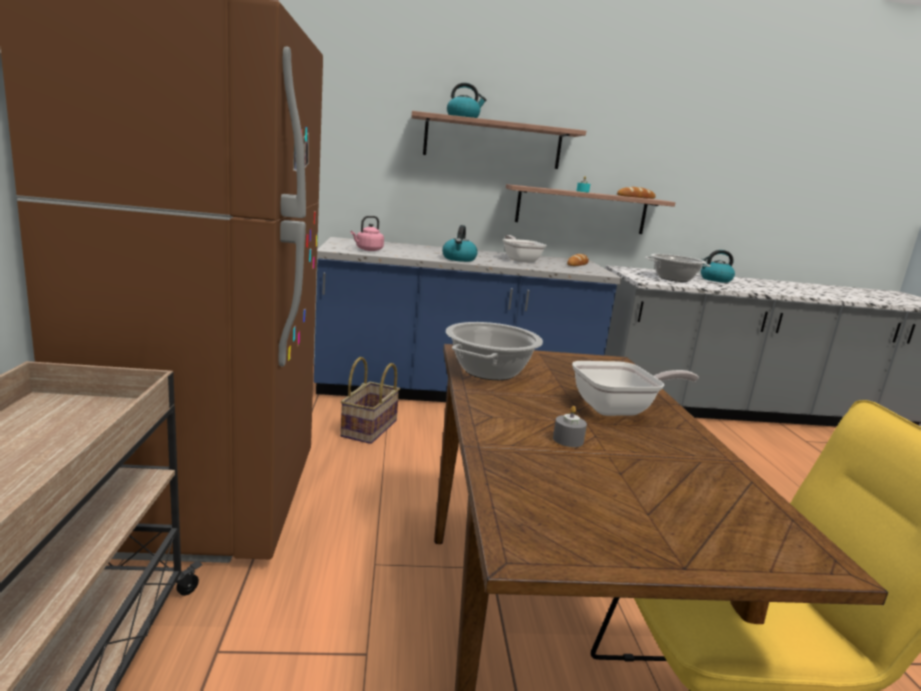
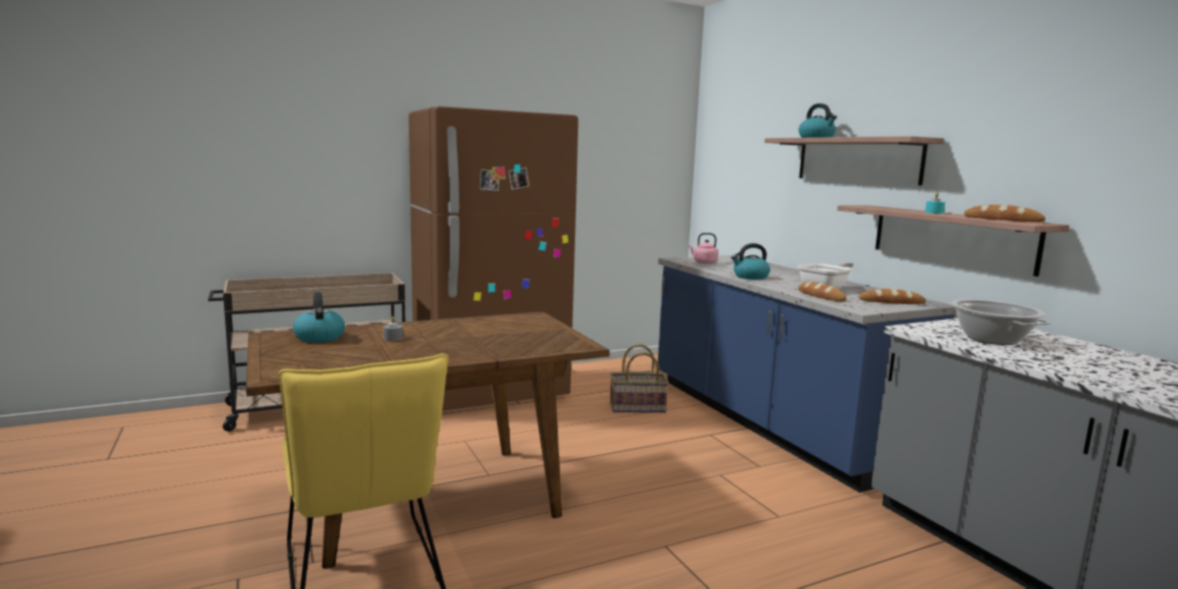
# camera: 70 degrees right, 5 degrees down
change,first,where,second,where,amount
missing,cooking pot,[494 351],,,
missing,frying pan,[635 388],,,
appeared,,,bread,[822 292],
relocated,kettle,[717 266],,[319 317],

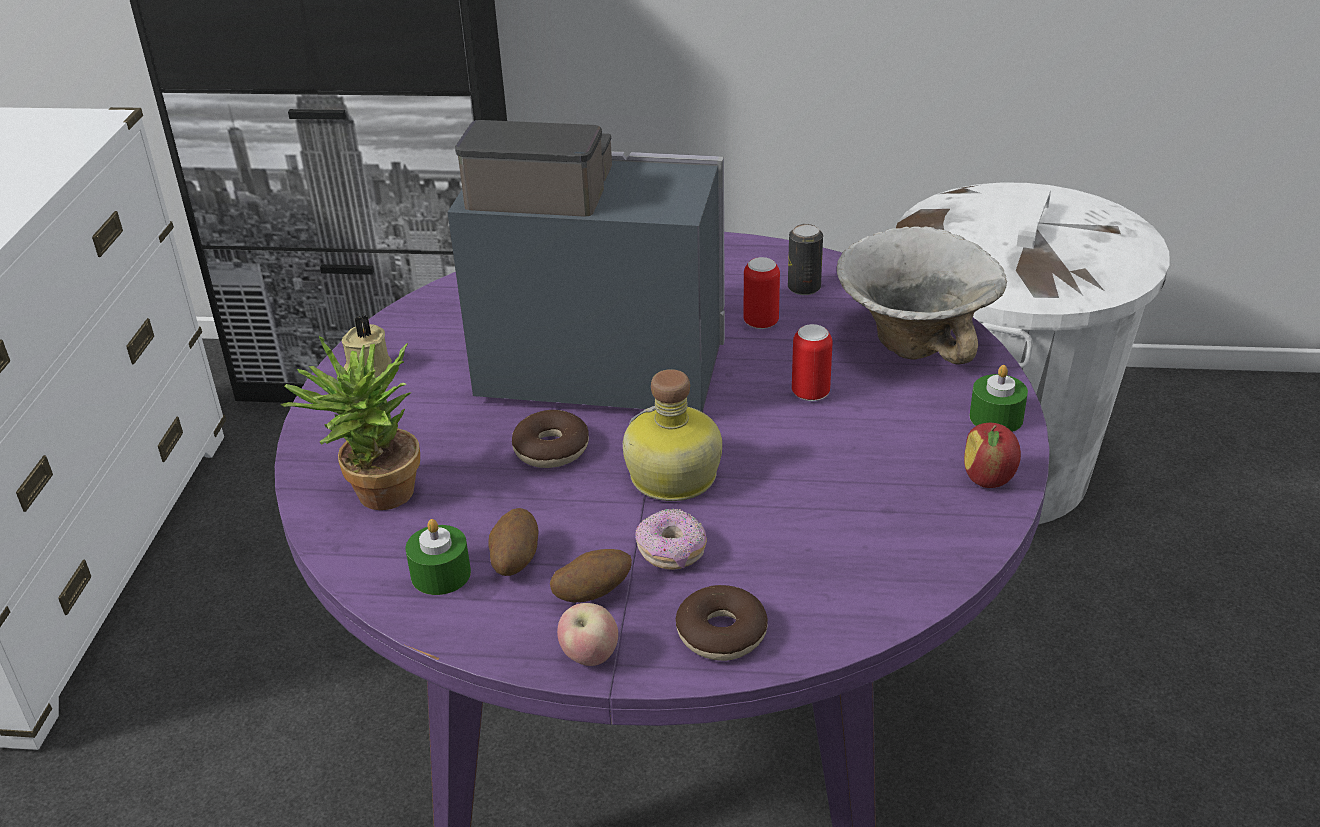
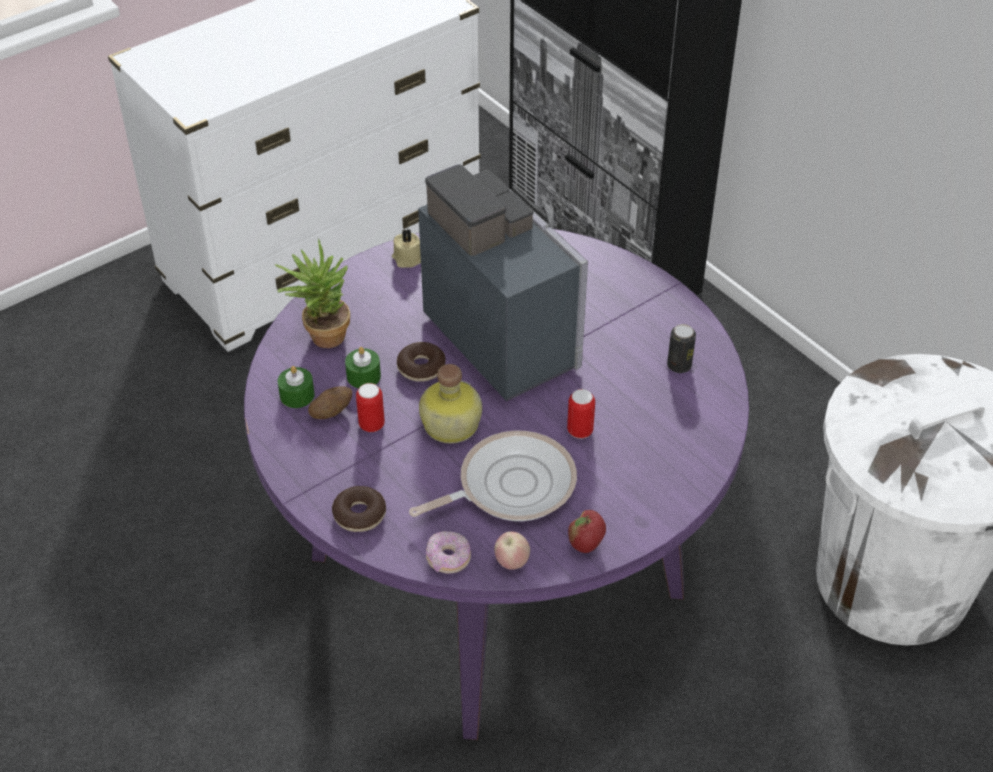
# camera: 45 degrees right, 10 degrees up
change,first,where,second,where,amount
missing,potato,[591 575],,,
missing,bowl,[922 295],,,
appeared,,,frying pan,[493 476],
relocated,apple,[587 634],,[512 551],
relocated,donut,[671 539],,[448 552],
relocated,can,[762 293],,[370 407],
relocated,green candle,[999 398],,[363 367],

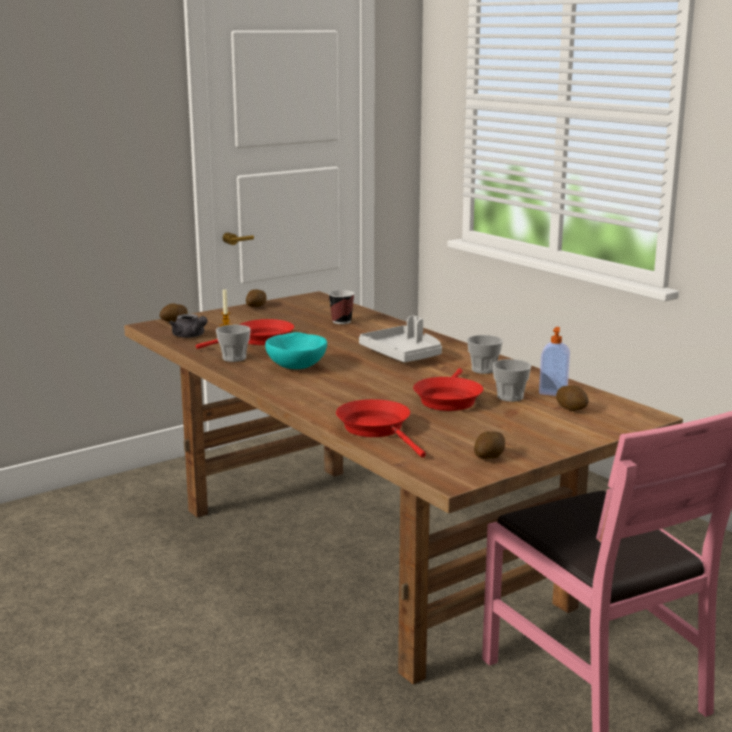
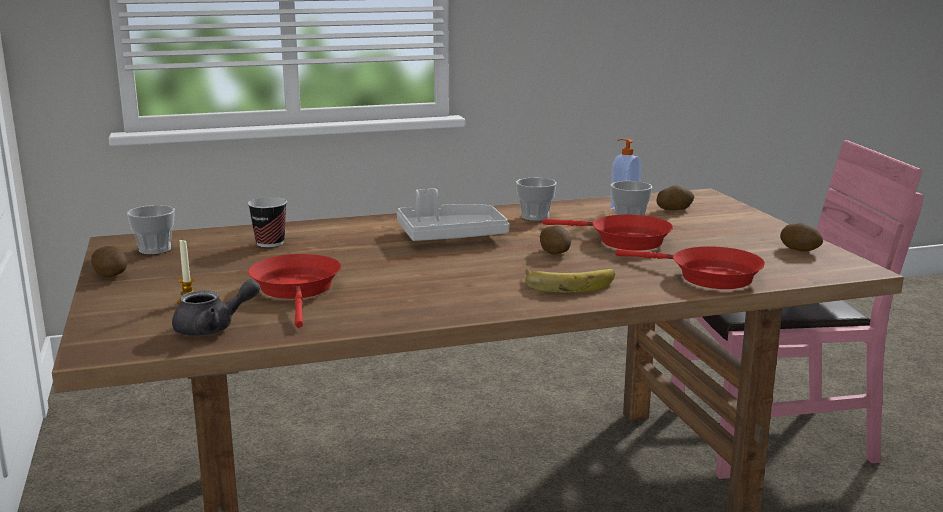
# camera: 70 degrees left, 0 degrees up
change,first,where,second,where,amount
missing,turquoise bowl,[296 350],,,
appeared,,,banana,[570 280],
relocated,potato,[173 312],,[555 239],
relocated,cup,[233 343],,[151 229],
spun,red frying pan,[381 428],,[690 267],135 degrees counterclockwise

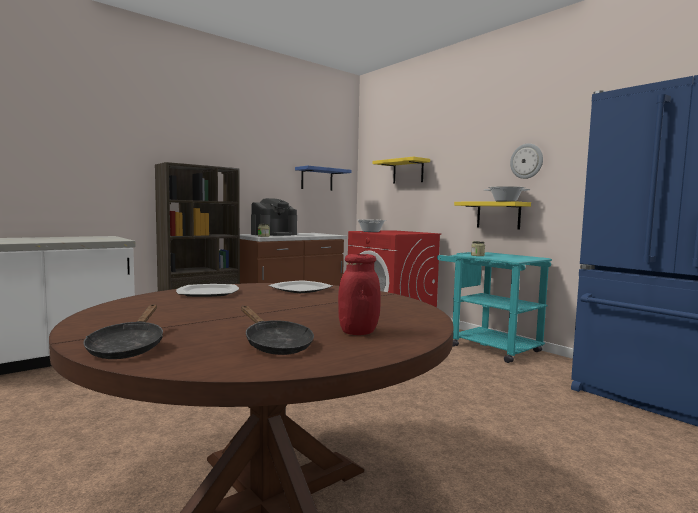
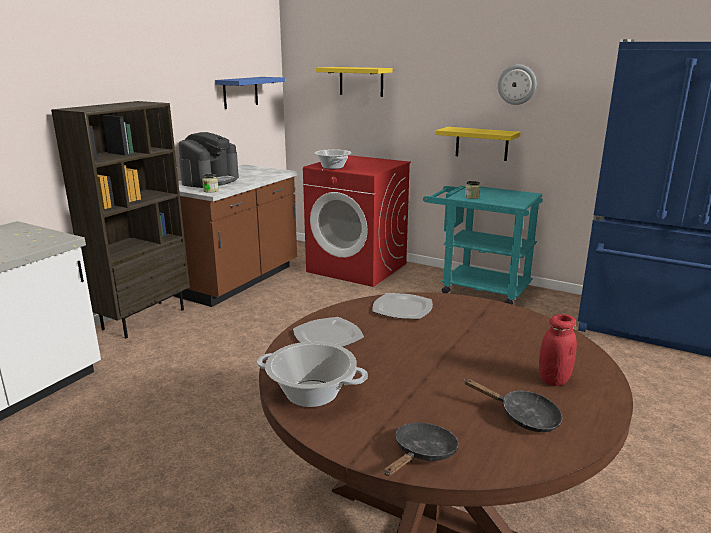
# camera: 20 degrees left, 15 degrees up
change,first,where,second,where,amount
relocated,cooking pot,[507 194],,[312 374],
spun,black frying pan,[123 331],,[421 449],120 degrees counterclockwise

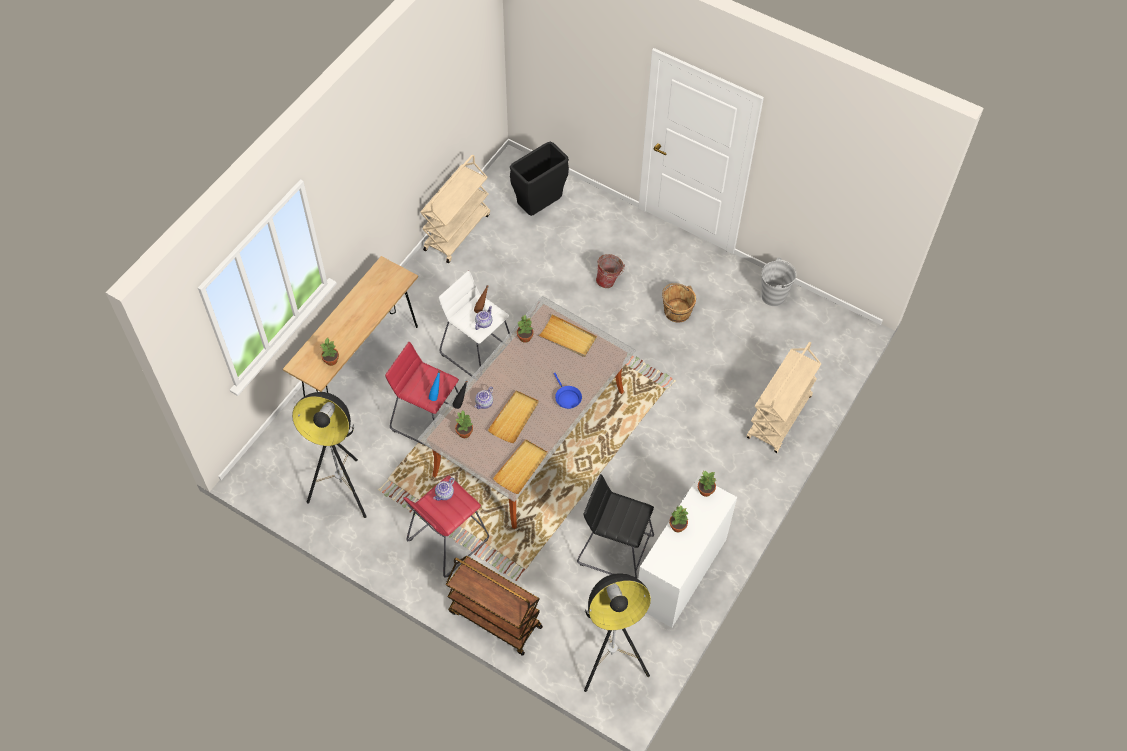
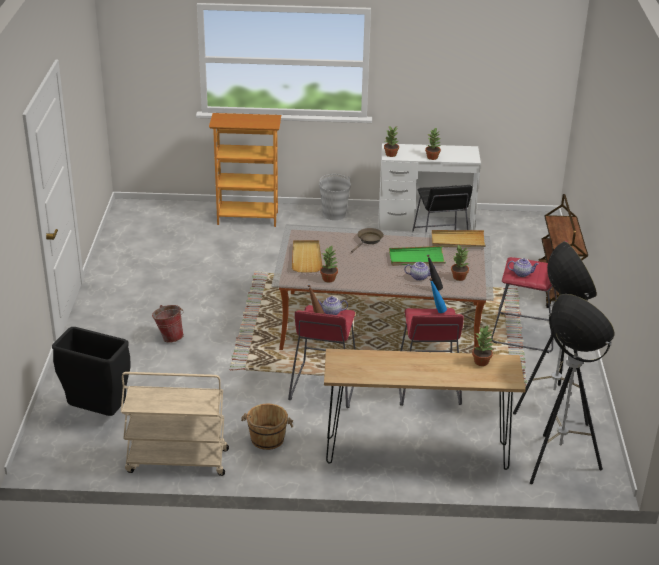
# camera: 120 degrees left, 25 degrees down
change,first,where,second,where,amount
relocated,floor lamp,[617 632],,[572 389],
relocated,brown bucket,[679 303],,[267 427],
relocated,grey bucket,[779 282],,[335 197],
exchanged,beige cart,[784 397],bookcase,[245 170],
colour,white stool,[474 324],red stool,[322 356],
colour,beige tray,[513 416],green tray,[417 256],
colour,blue frying pan,[568 391],brown frying pan,[367 240],

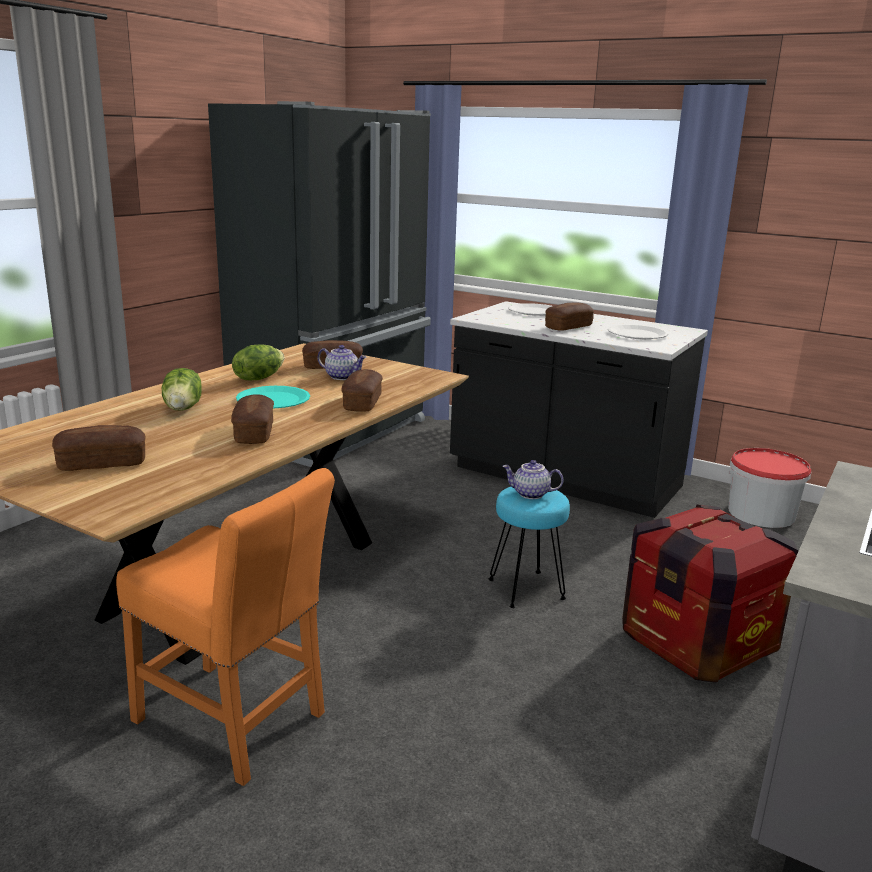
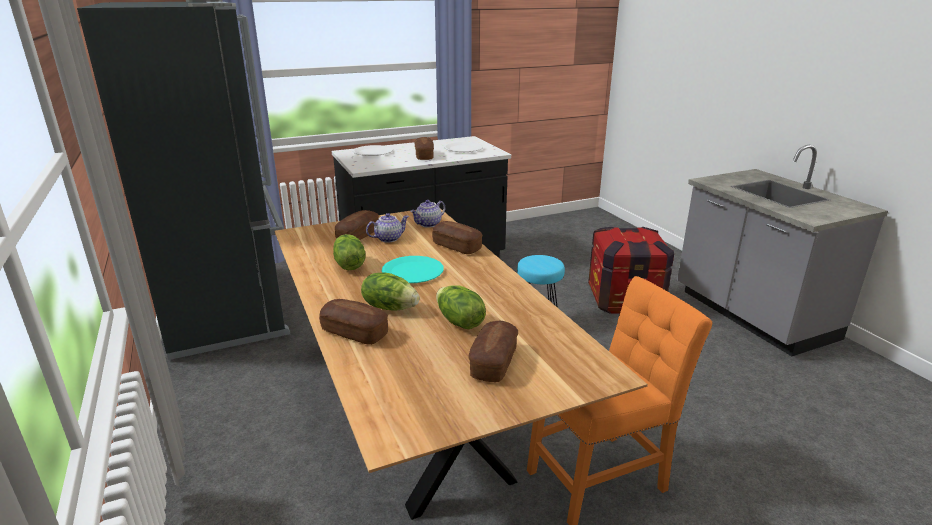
# camera: 55 degrees left, 5 degrees up
change,first,where,second,where,amount
missing,bucket,[769 488],,,
appeared,,,lettuce,[461 307],
relocated,bread,[252 419],,[353 322],
relocated,teapot,[533 479],,[427 214],

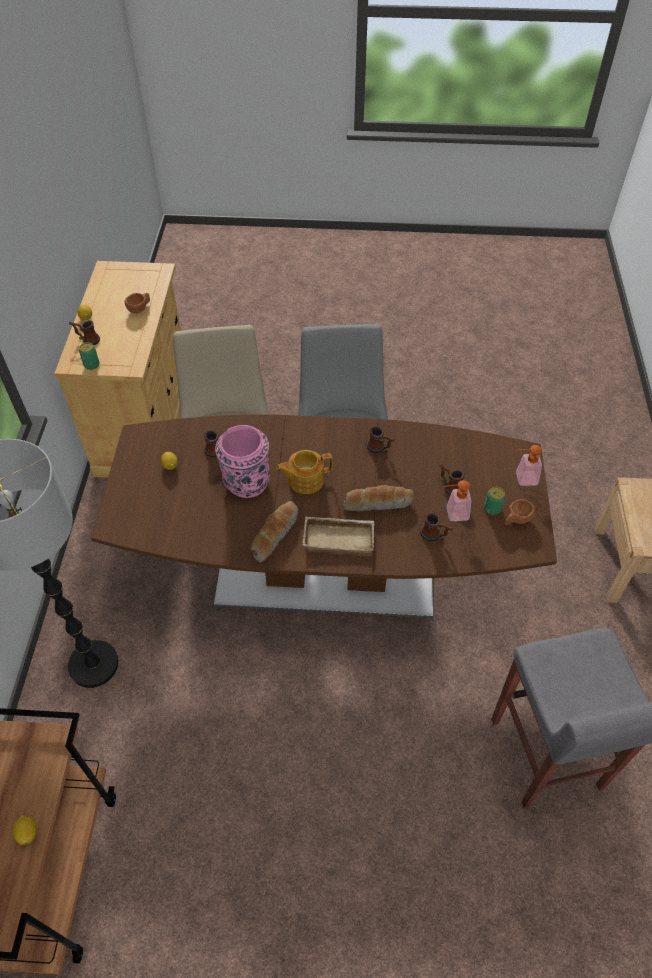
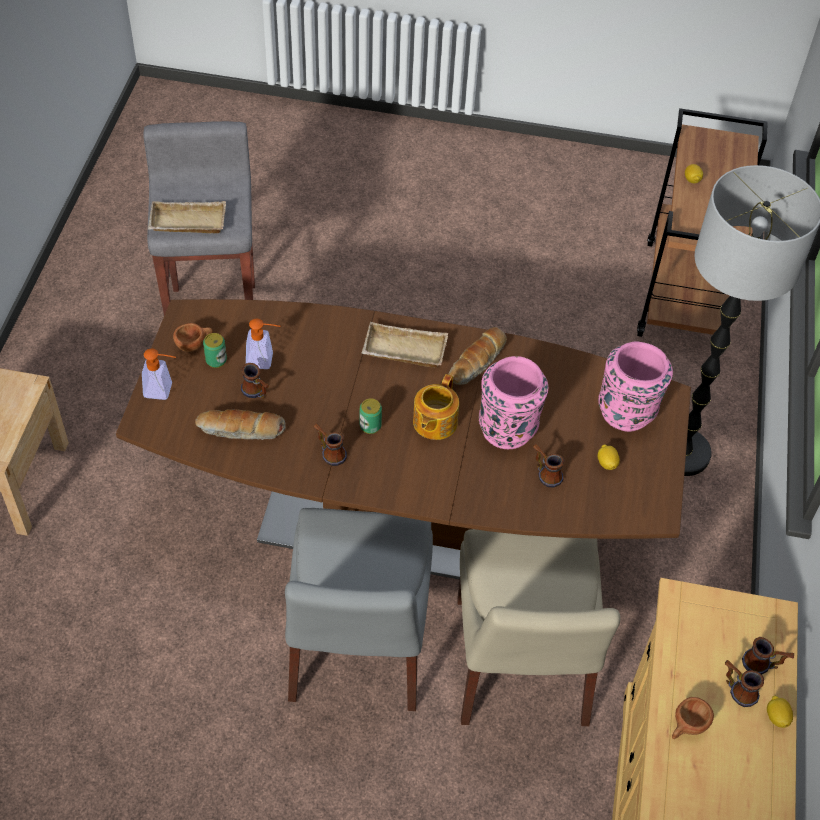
# camera: 175 degrees left, 0 degrees up
change,first,where,second,where,amount
appeared,,,beige tray,[187 217],
appeared,,,pink vase,[635 387],
relocated,can,[89 356],,[371 416],
relocated,bread,[378 498],,[240 424],
relocated,mug,[436 526],,[744 683],
spun,teapot,[304 472],,[436 407],120 degrees clockwise

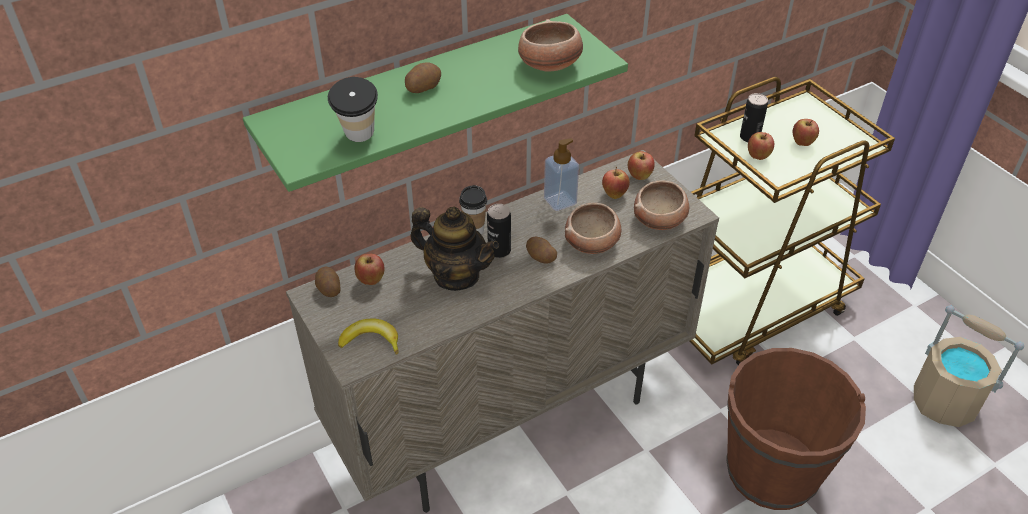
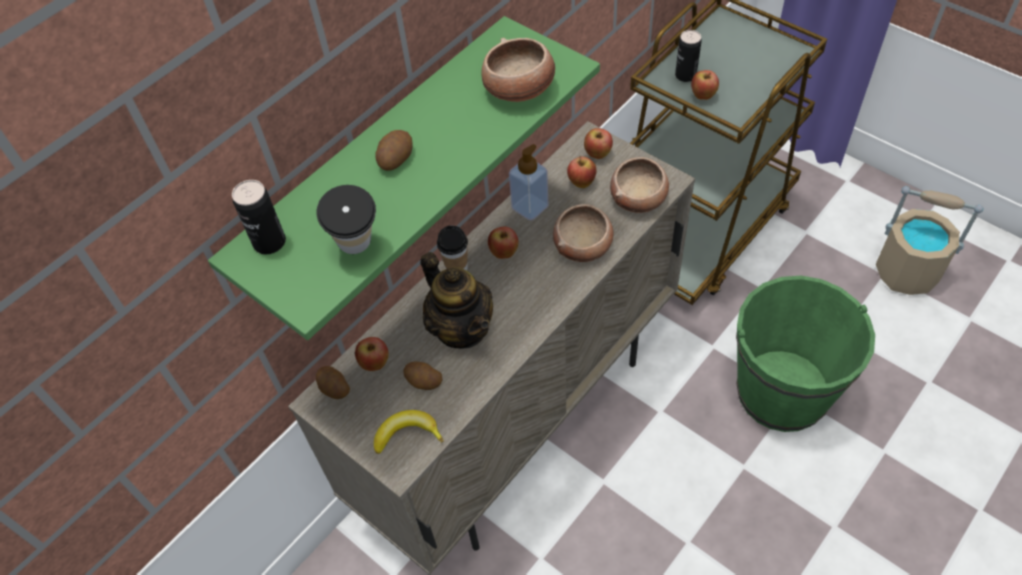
# camera: 15 degrees left, 10 degrees up
change,first,where,second,where,amount
relocated,can,[499 231],,[259 217],
relocated,potato,[541 250],,[423 375],
relocated,apple,[806 132],,[503 243],
colour,brown bucket,[796 429],green bucket,[805 354],
spun,teapot,[454 249],,[456 300],45 degrees clockwise

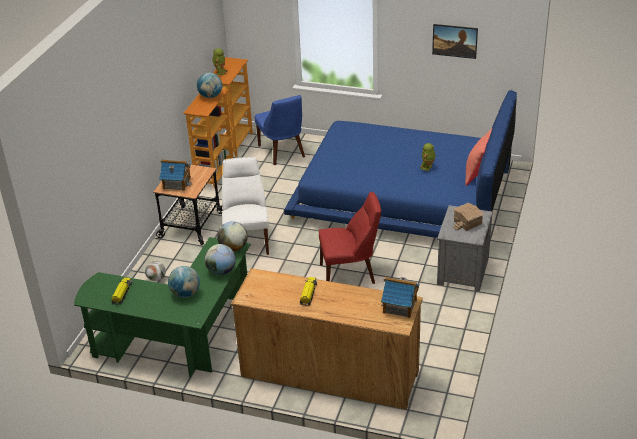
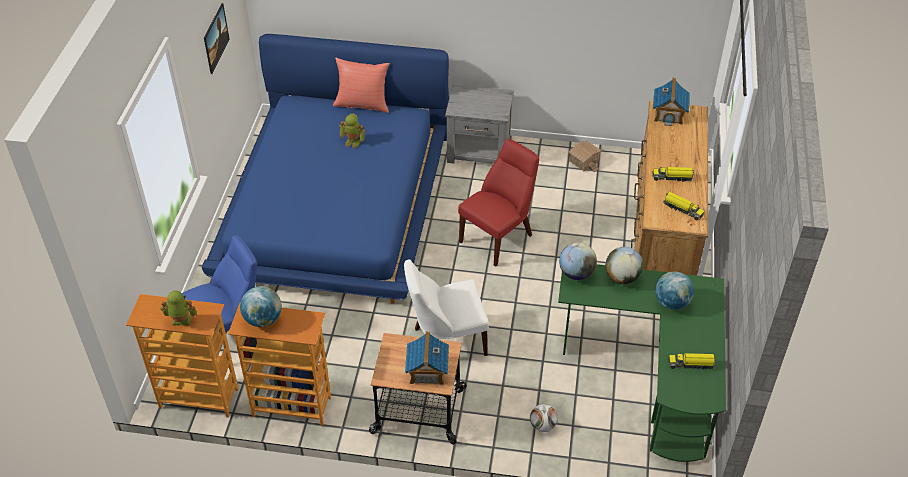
# camera: 100 degrees left, 10 degrees up
change,first,where,second,where,amount
appeared,,,toy truck,[684 206],
relocated,toy house,[468 217],,[585 156],
spun,red chair,[350 238],,[498 203],60 degrees clockwise

